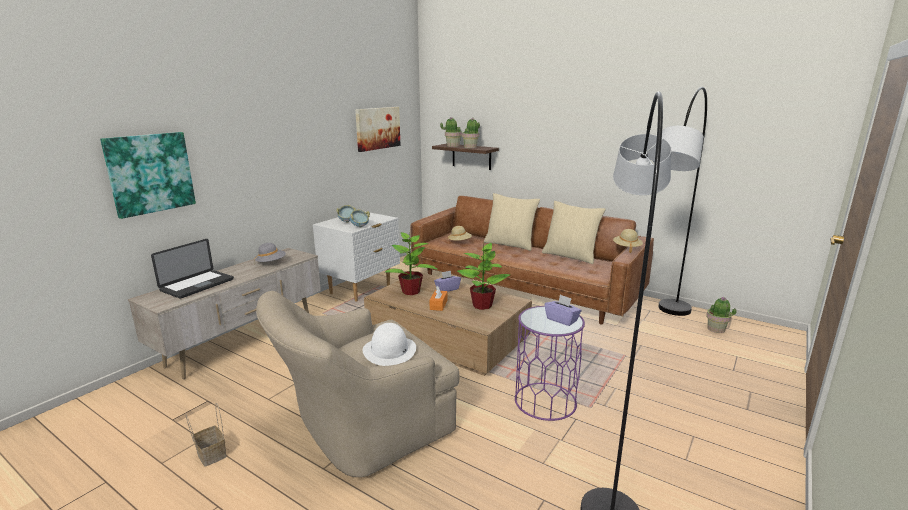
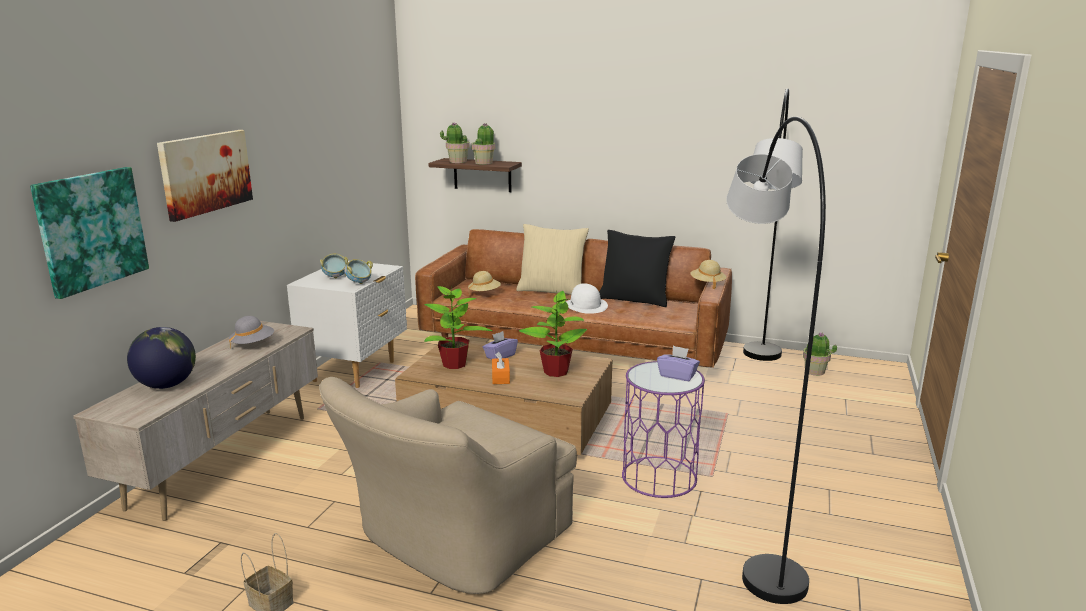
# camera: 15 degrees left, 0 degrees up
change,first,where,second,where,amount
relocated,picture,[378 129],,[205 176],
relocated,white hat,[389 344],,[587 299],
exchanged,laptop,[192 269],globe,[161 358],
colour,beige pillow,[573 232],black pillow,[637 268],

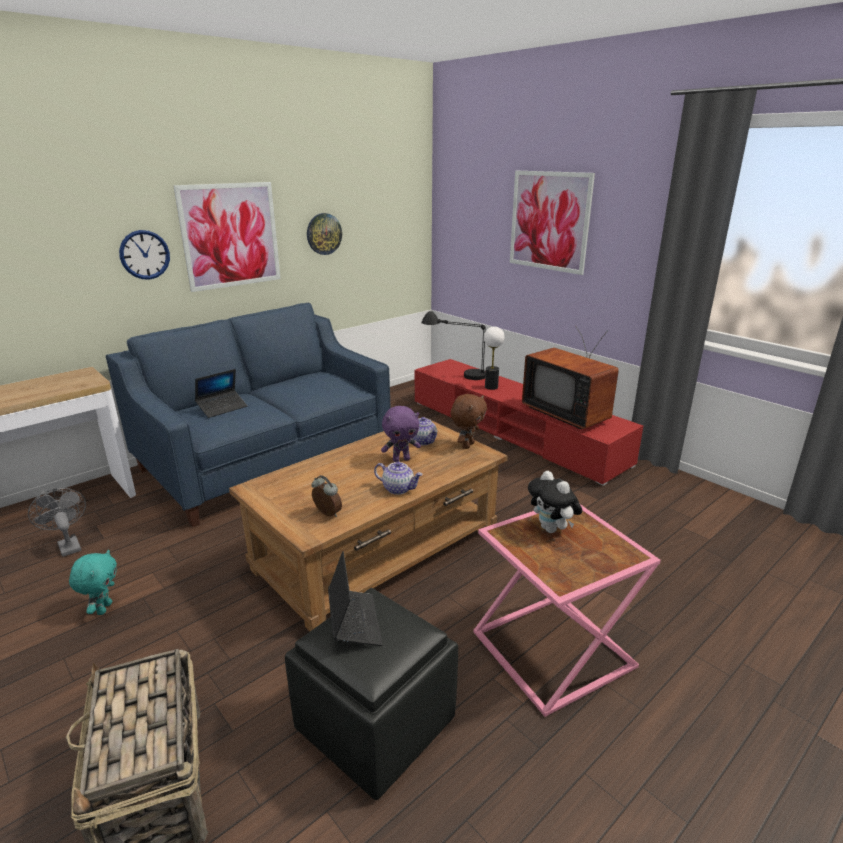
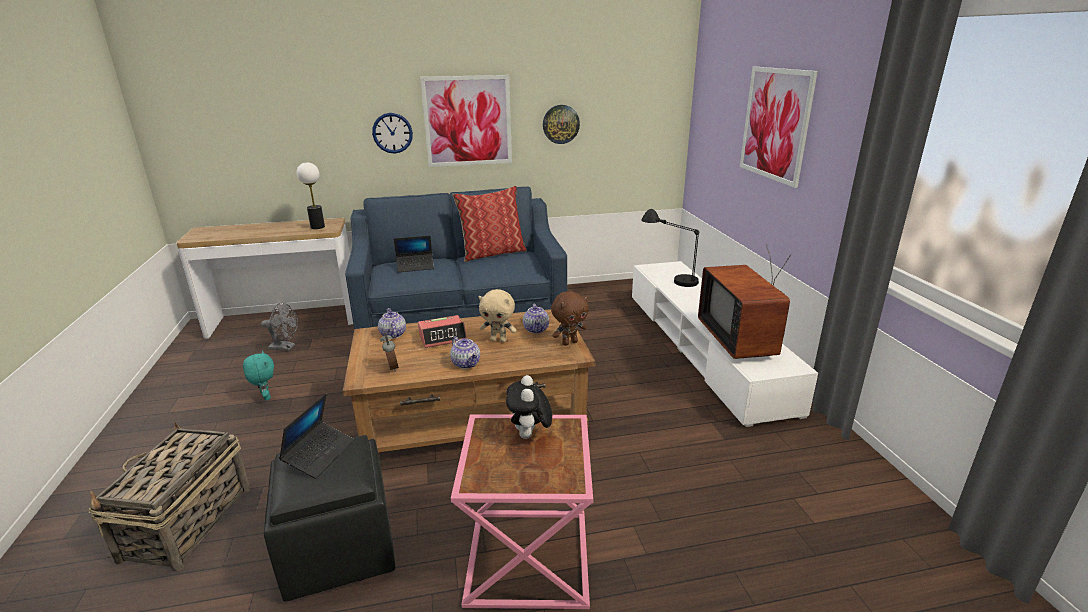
# camera: 30 degrees right, 0 degrees up
change,first,where,second,where,amount
appeared,,,teapot,[392 323],
appeared,,,alarm clock,[442 331],
appeared,,,pillow,[489 224],
relocated,table lamp,[494 358],,[311 195],
colour,purple plush toy,[401 434],beige plush toy,[498 315],
colour,red tv stand,[529 422],white tv stand,[725 344],
spun,grey fan,[57 522],,[279 327],105 degrees clockwise
spun,turquoise plush toy,[93 582],,[258 376],60 degrees counterclockwise

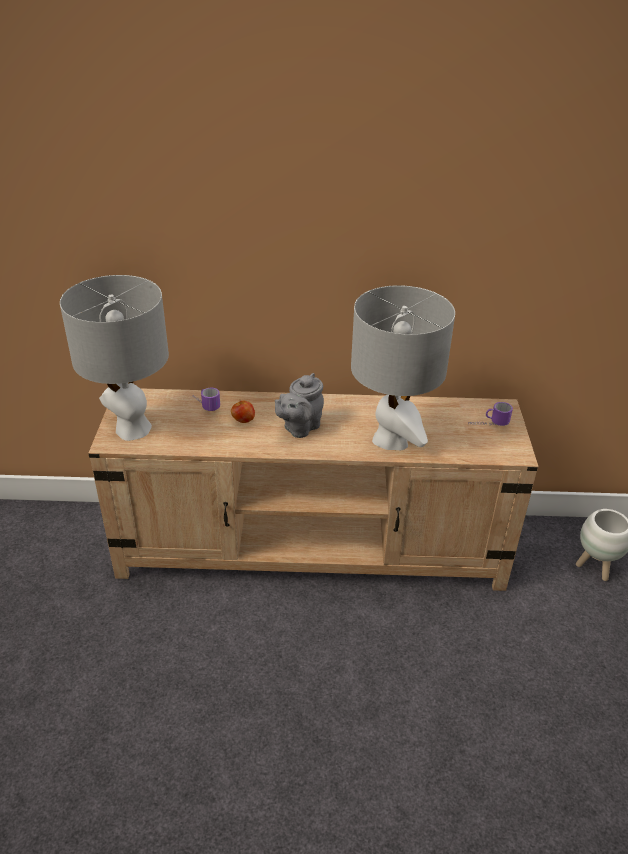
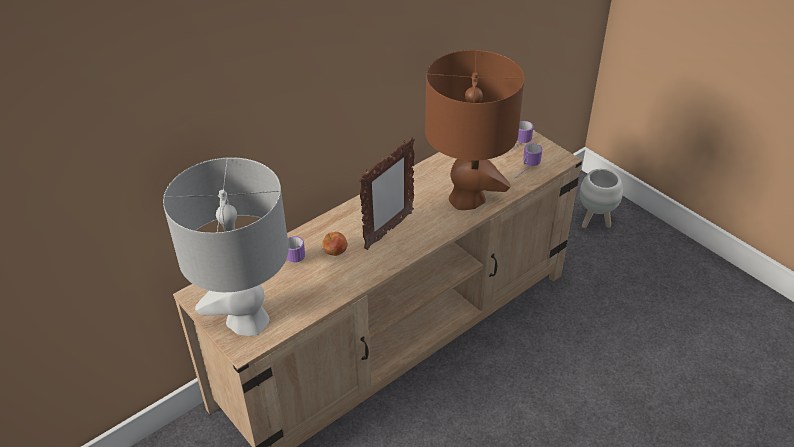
# camera: 40 degrees left, 5 degrees up
change,first,where,second,where,amount
appeared,,,mug,[528 161],
exchanged,grey teapot,[299 405],picture frame,[387 193],
colour,grey table lamp,[403 367],brown table lamp,[475 130],

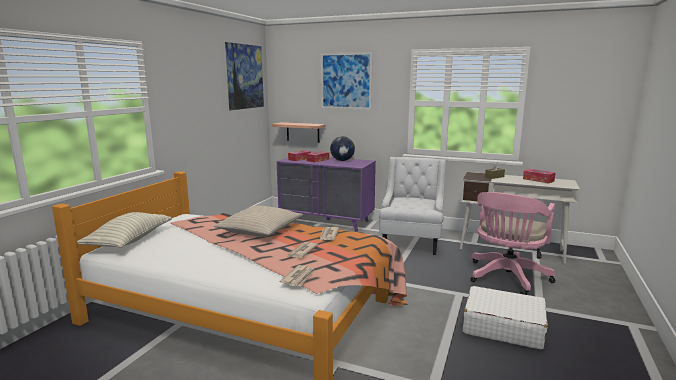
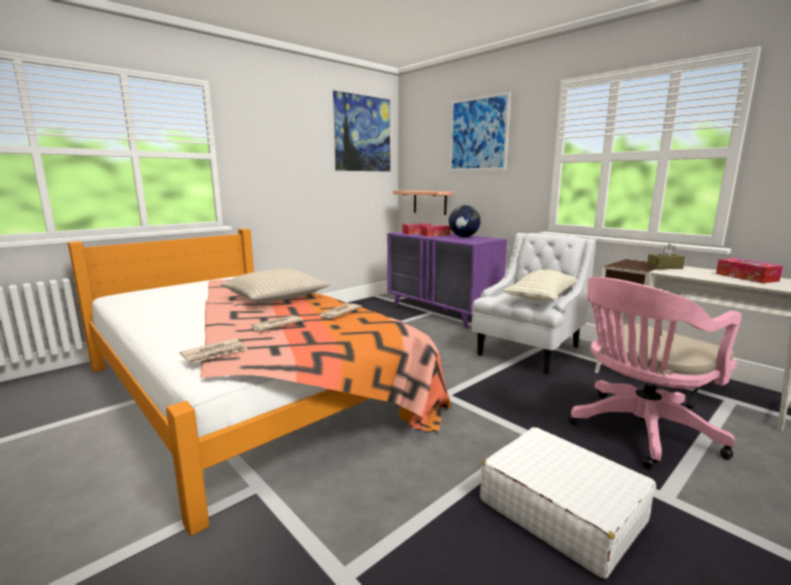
# camera: 25 degrees right, 0 degrees up
change,first,where,second,where,amount
relocated,pillow,[124 230],,[540 285],

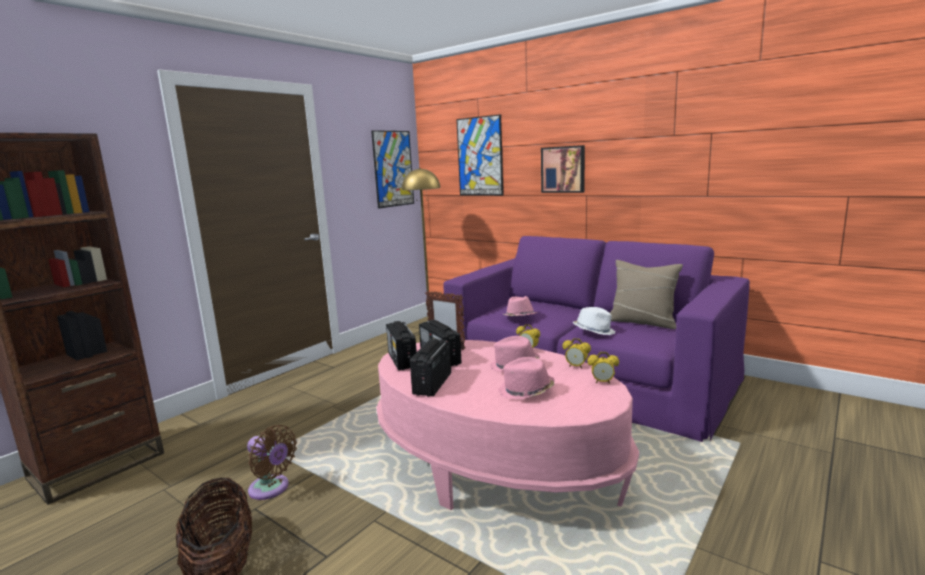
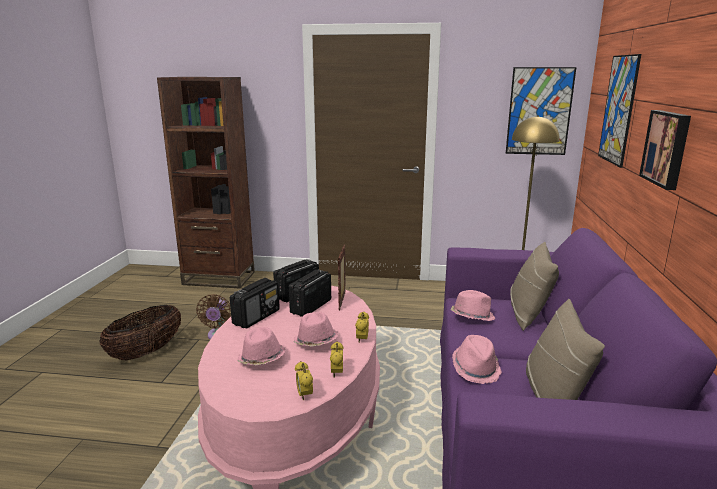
# camera: 60 degrees right, 5 degrees up
change,first,where,second,where,amount
appeared,,,beige pillow,[534 286],
colour,white hat,[594 321],pink hat,[477 359],
spun,radio,[430 368],,[255 303],135 degrees clockwise

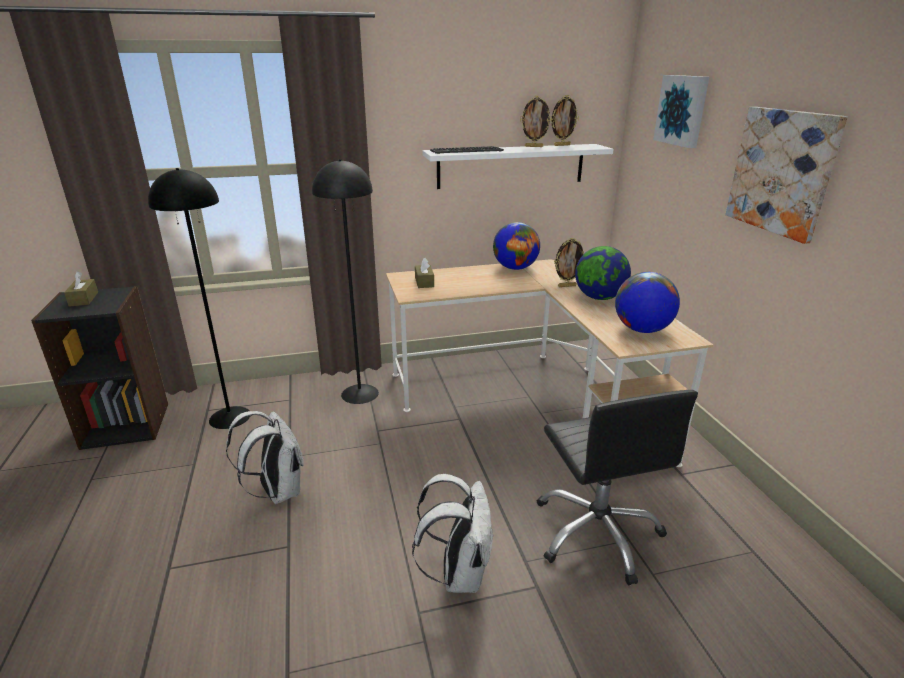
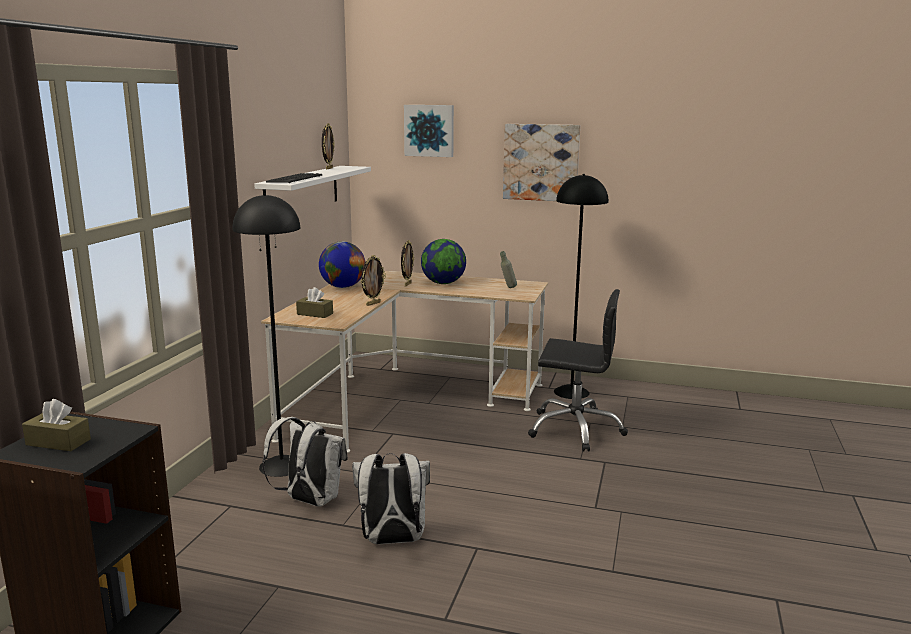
# camera: 60 degrees left, 10 degrees down
change,first,where,second,where,amount
relocated,black floor lamp,[199 298],,[581 286],
relocated,white backpack,[453 533],,[305 462],
relocated,picture frame,[536 121],,[373 280],
exchanged,globe,[647 302],grey bottle,[508 269],

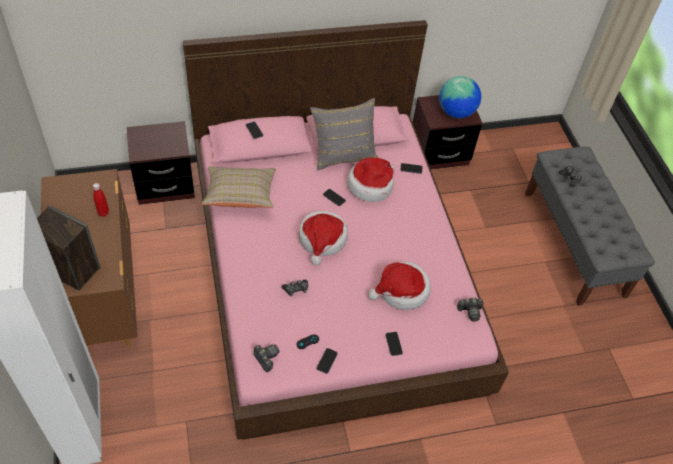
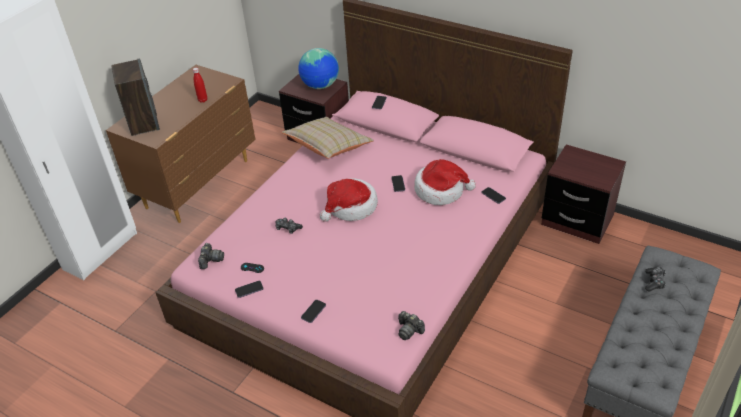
# camera: 50 degrees right, 10 degrees down
change,first,where,second,where,amount
missing,grey pillow,[344 134],,,
missing,hat,[399 285],,,
relocated,globe,[460 97],,[318 68],

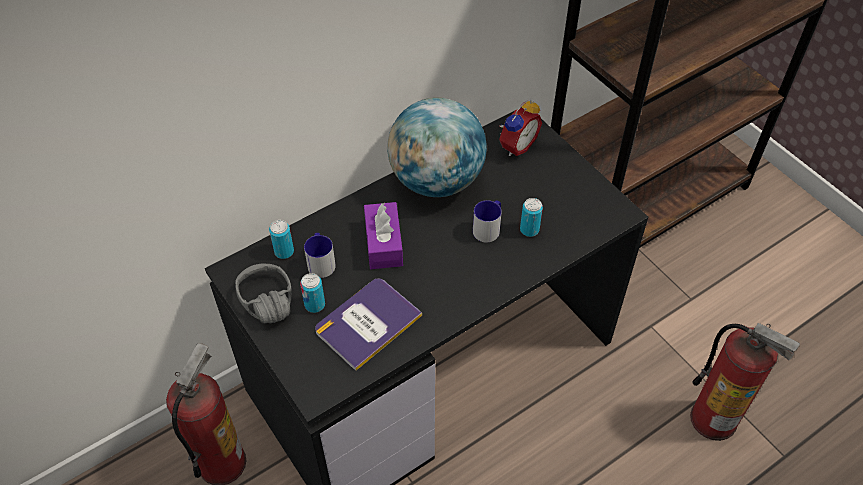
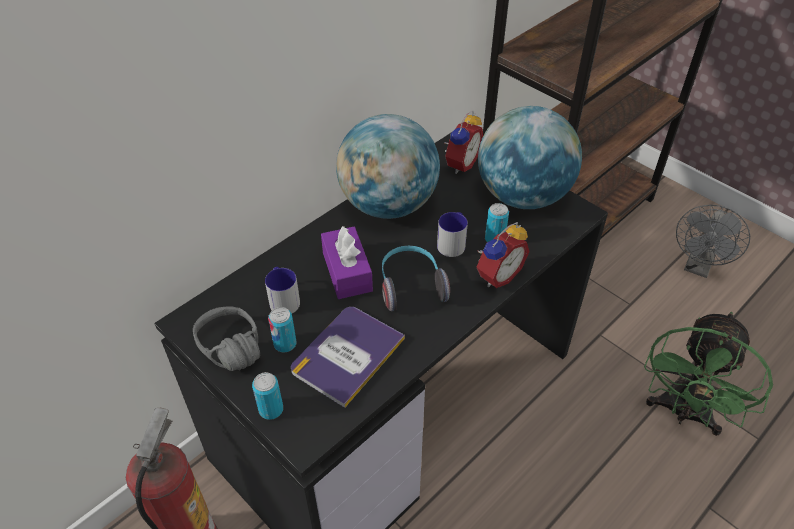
# camera: 10 degrees left, 5 degrees down
change,first,where,second,where,amount
appeared,,,headphones,[416 278],
appeared,,,alarm clock,[503 255],
appeared,,,globe,[530 157],
appeared,,,grey fan,[713 241],
relocated,can,[281 239],,[267 396],
exchanged,fire extinguisher,[745 382],green fan,[708 374],

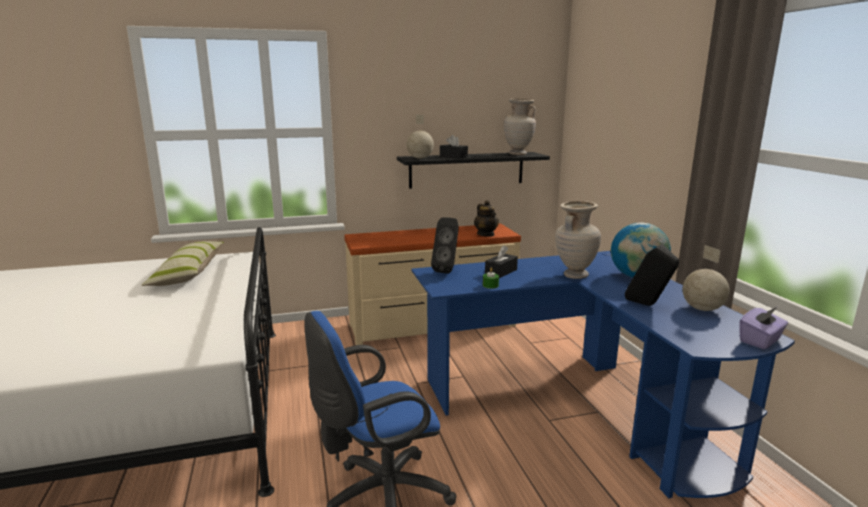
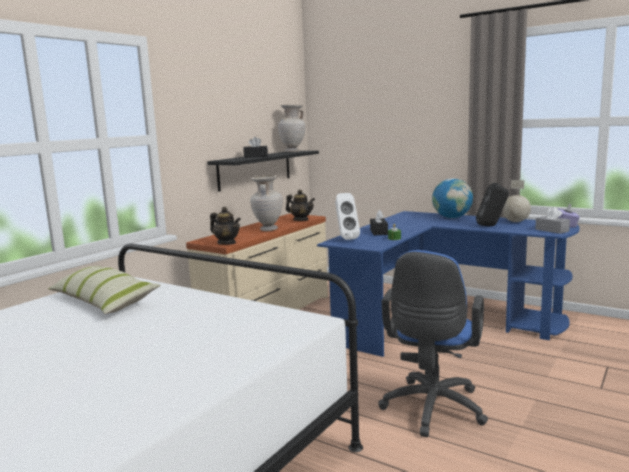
# camera: 40 degrees left, 5 degrees down
change,first,where,second,where,amount
missing,globe,[420 137],,,
appeared,,,teapot,[225 226],
appeared,,,grey tissue box,[552 220],
relocated,beige vase,[578 240],,[266 203],
colour,black speaker,[445 245],white speaker,[347 216],

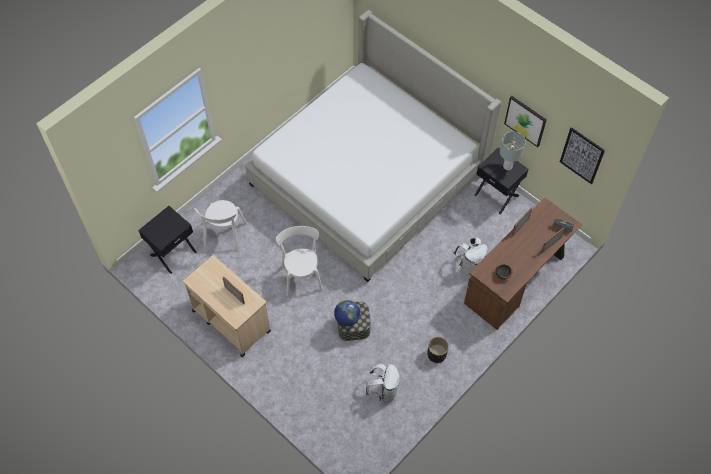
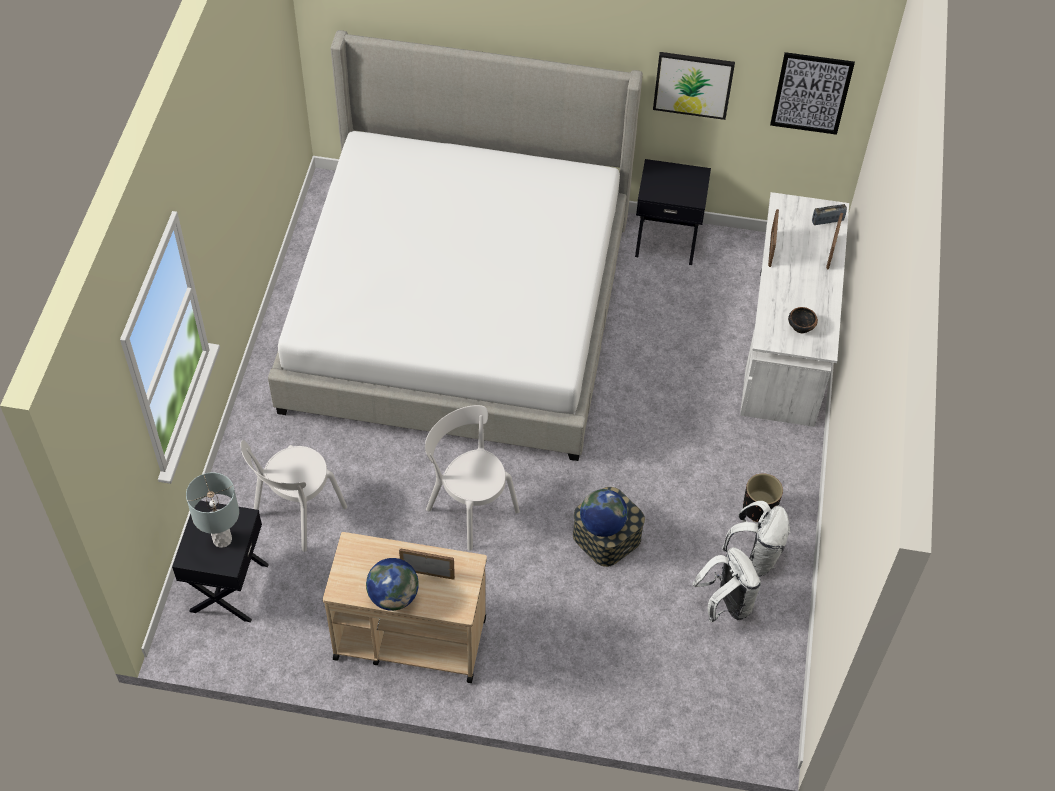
# camera: 35 degrees left, 5 degrees down
change,first,where,second,where,amount
appeared,,,globe,[392 584],
relocated,white backpack,[470 256],,[756 538],
relocated,grey table lamp,[513 151],,[212 510],
colour,brown desk,[523 264],white desk,[794 309],
spun,white chair,[220 226],,[294 496],60 degrees clockwise

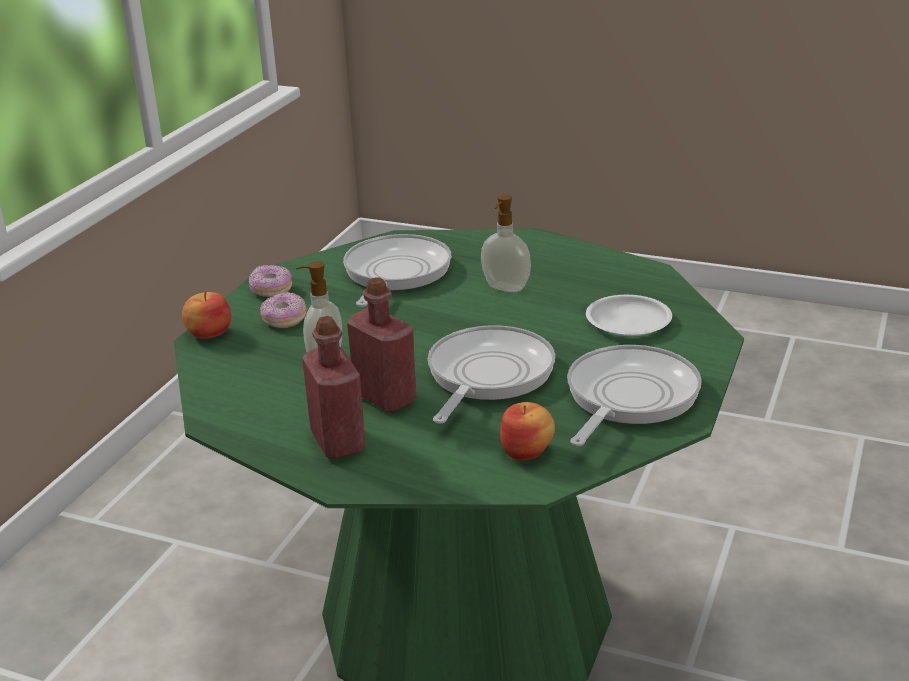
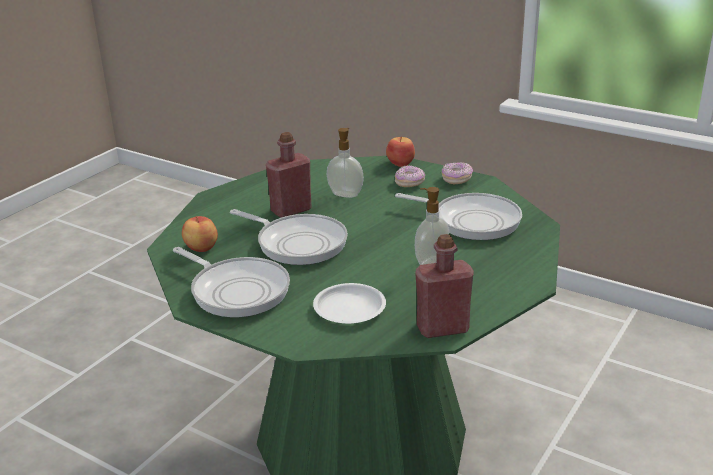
# camera: 100 degrees right, 0 degrees up
change,first,where,second,where,amount
relocated,red bottle,[334 387],,[444 286],

